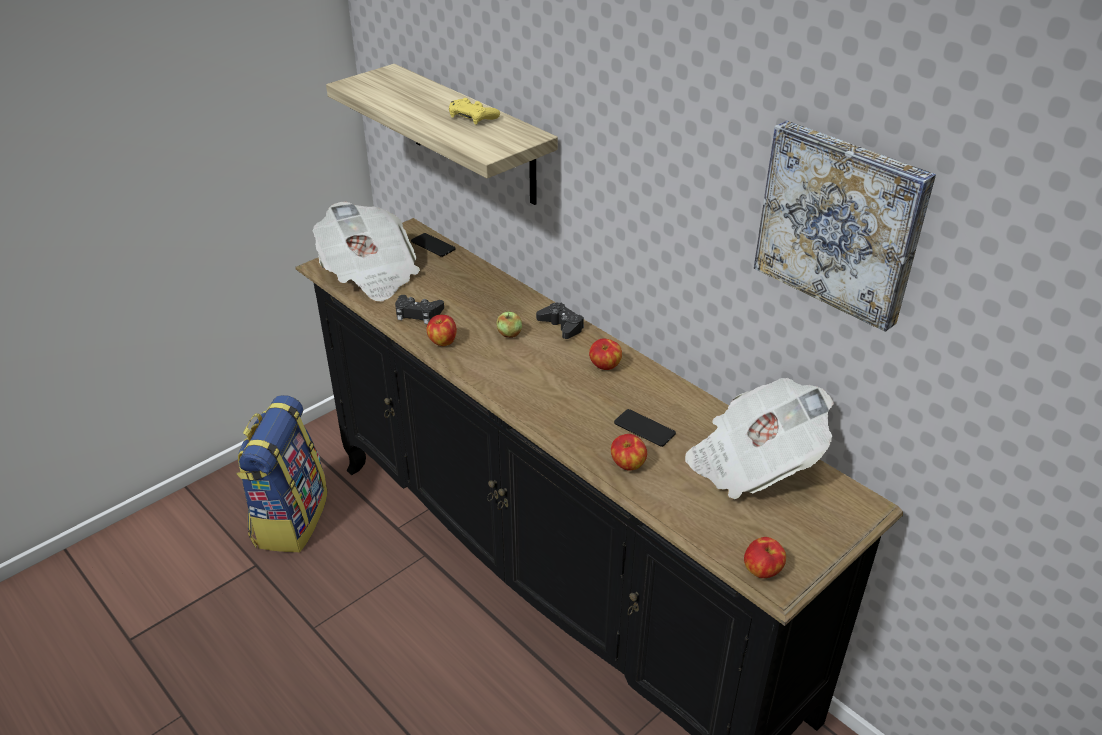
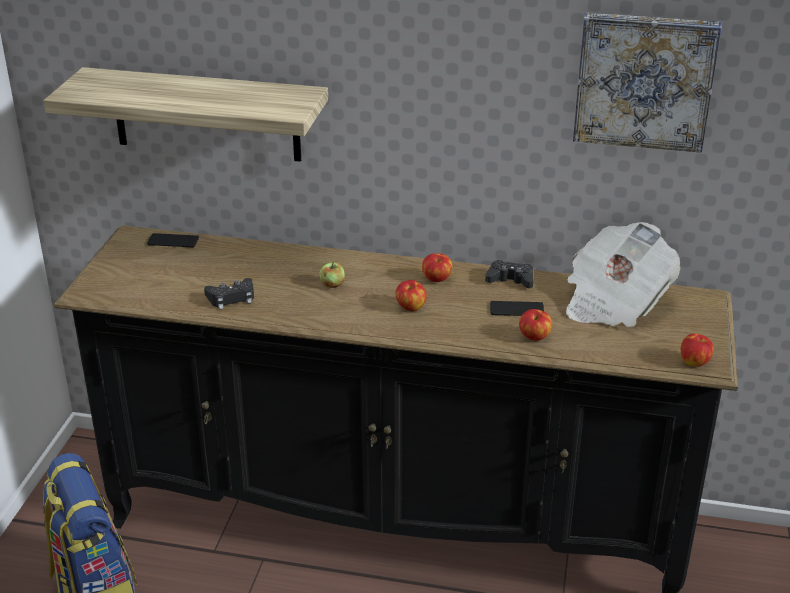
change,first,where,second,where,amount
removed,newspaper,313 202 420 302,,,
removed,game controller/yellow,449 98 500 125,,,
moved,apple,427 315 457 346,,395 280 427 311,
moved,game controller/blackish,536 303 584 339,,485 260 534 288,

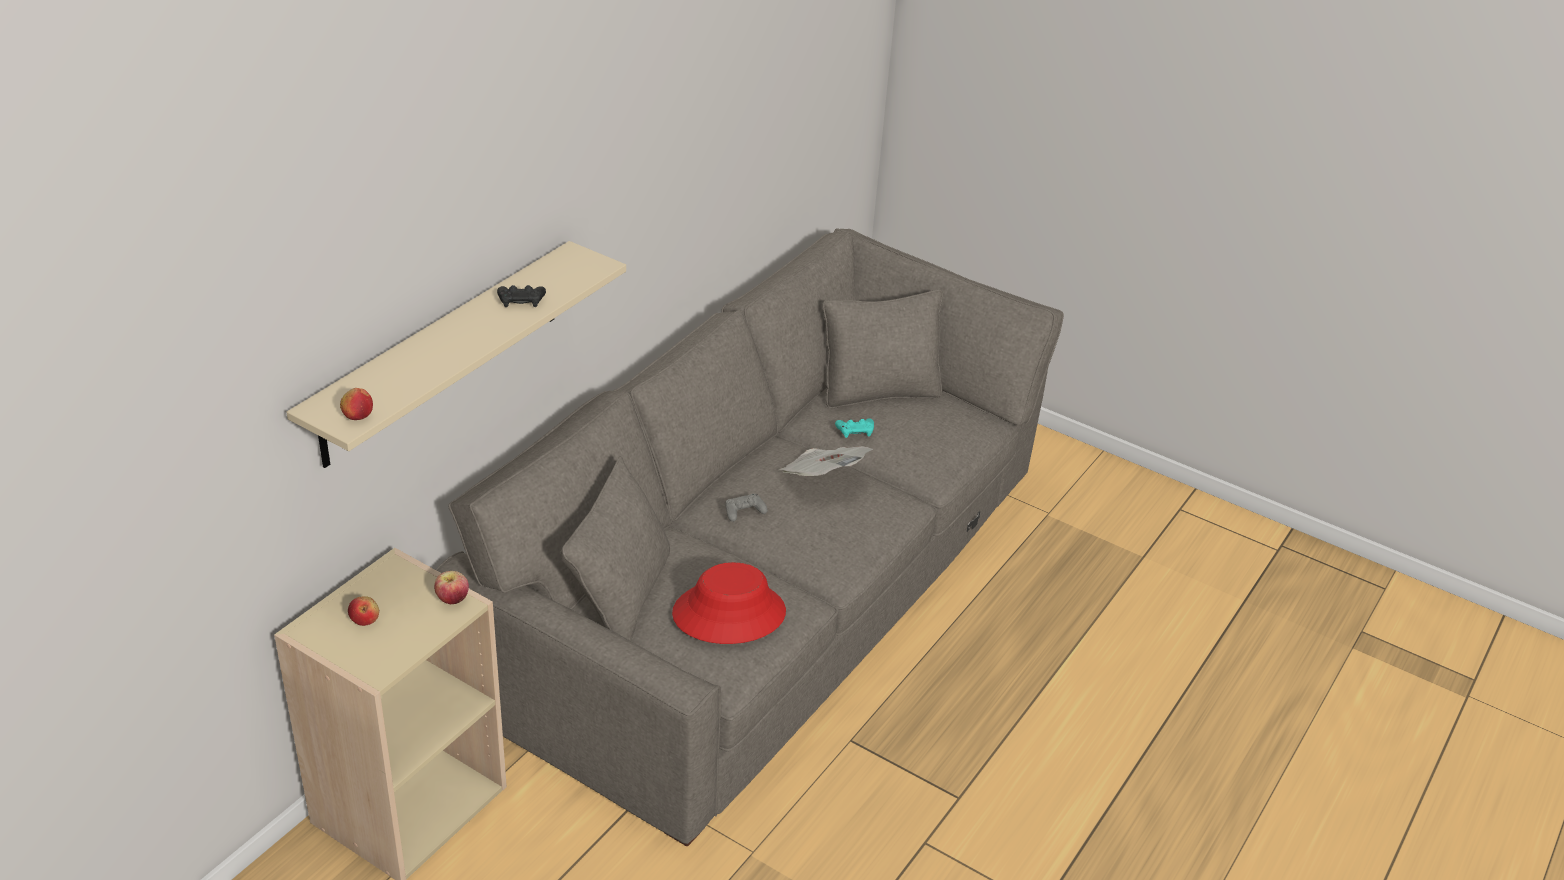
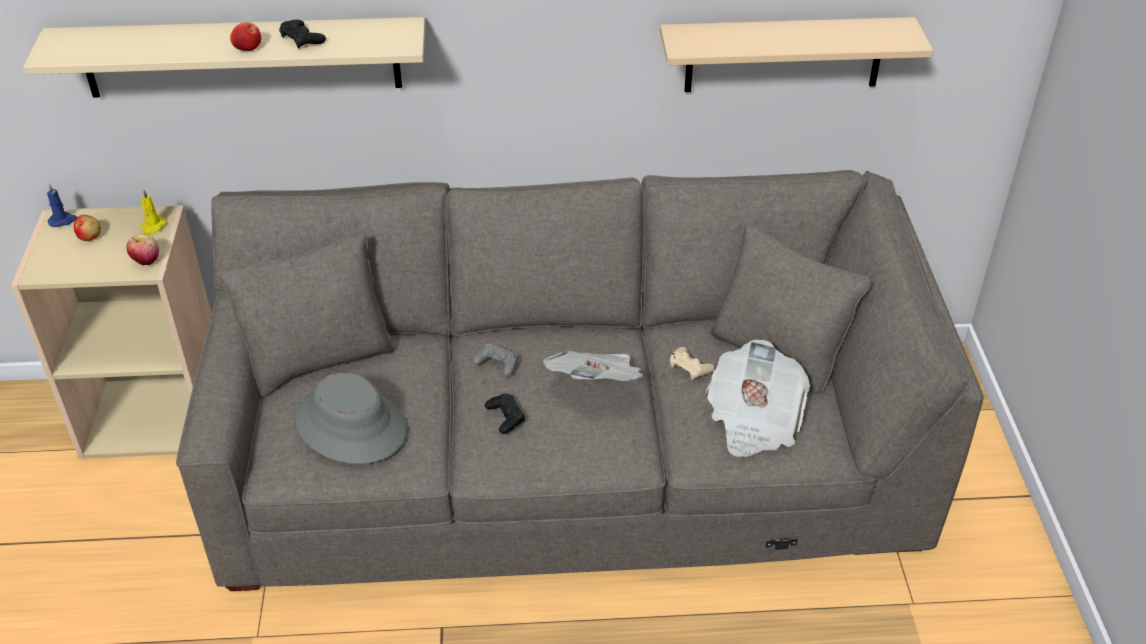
change,first,where,second,where,amount
added,,,wax light/blue-coloured,47 184 77 227,
added,,,wax light/yellow,141 189 167 235,
added,,,game controller/blackish,485 393 525 434,
added,,,bracket shelf/beige,660 17 933 92,
added,,,newspaper,706 340 810 457,
moved,apple,340 388 373 420,,230 22 261 51,
recoloured,wearable hat/reddish,672 562 786 644,wearable hat/greyish,295 373 407 464,
recoloured,game controller/blue-green,835 418 874 438,game controller/beige,670 347 715 380,

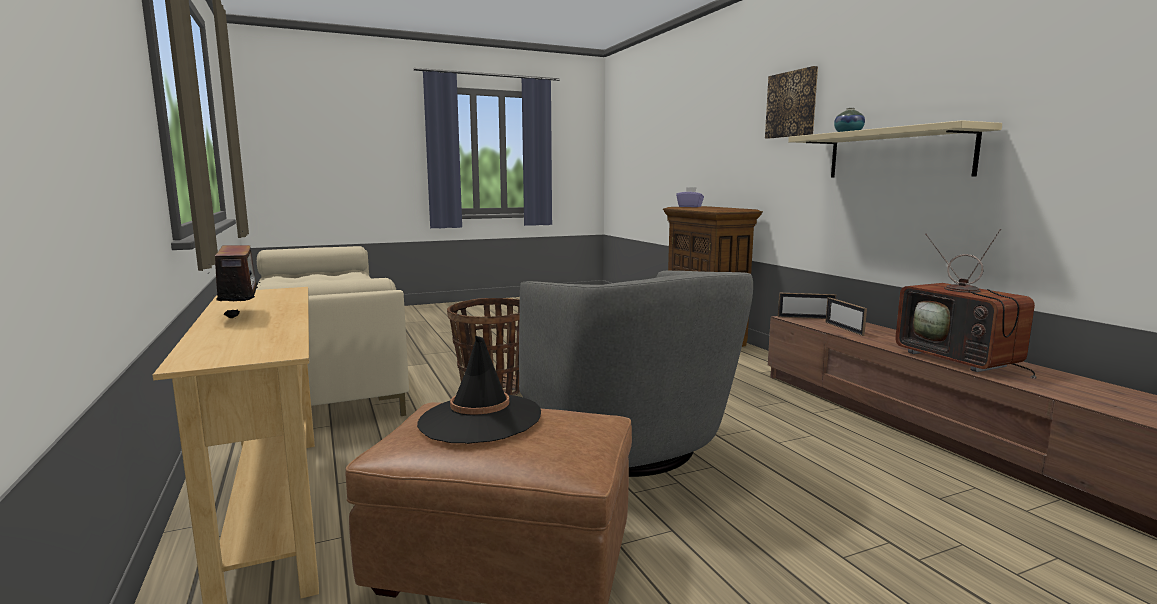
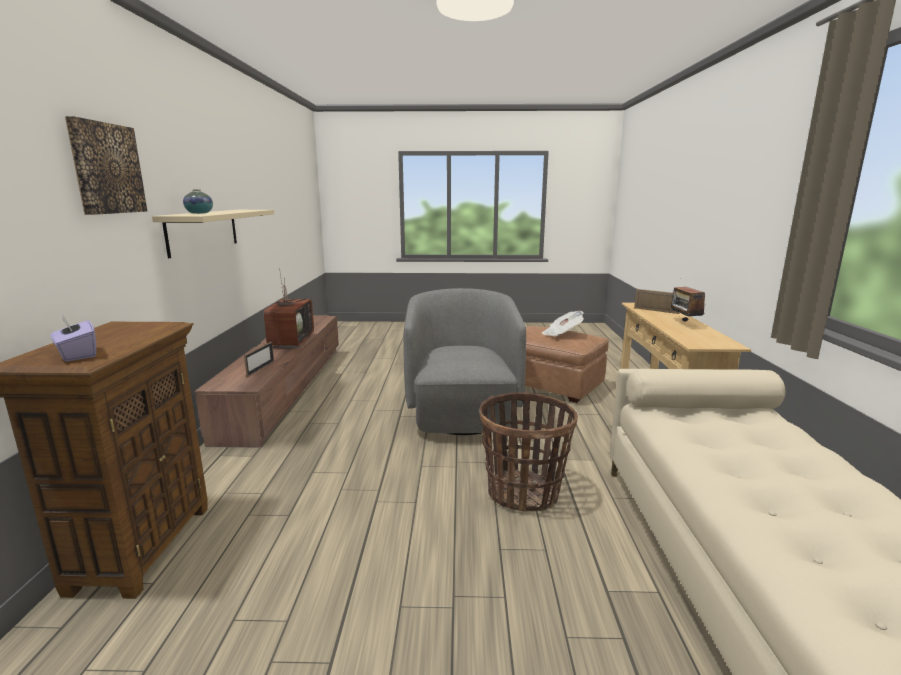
change,first,where,second,where,amount
moved,standing frame,778 293 836 319,,634 289 679 314,
replaced,wearable hat/blackish,417 336 541 444,newspaper,542 311 584 337,

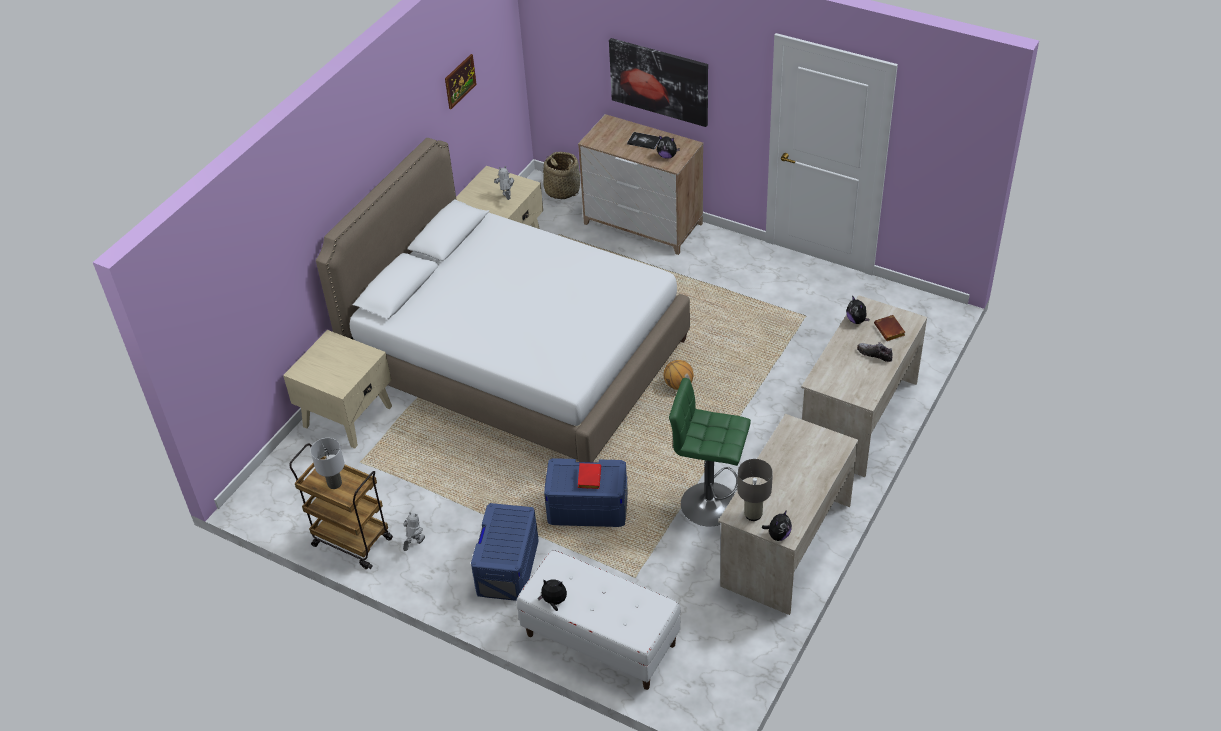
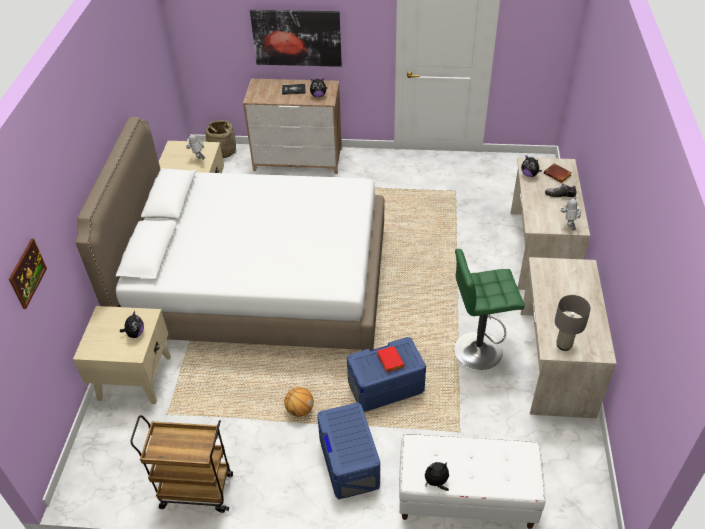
change,first,where,second,where,amount
removed,tabletop lamp/white,310 438 345 489,,,
moved,robot figure,403 512 425 551,,561 197 581 231,
moved,wall art,445 54 477 109,,9 238 47 309,
moved,ball for basketball,664 360 694 390,,284 387 314 417,
moved,cuddly toy,762 510 792 541,,120 311 144 338,

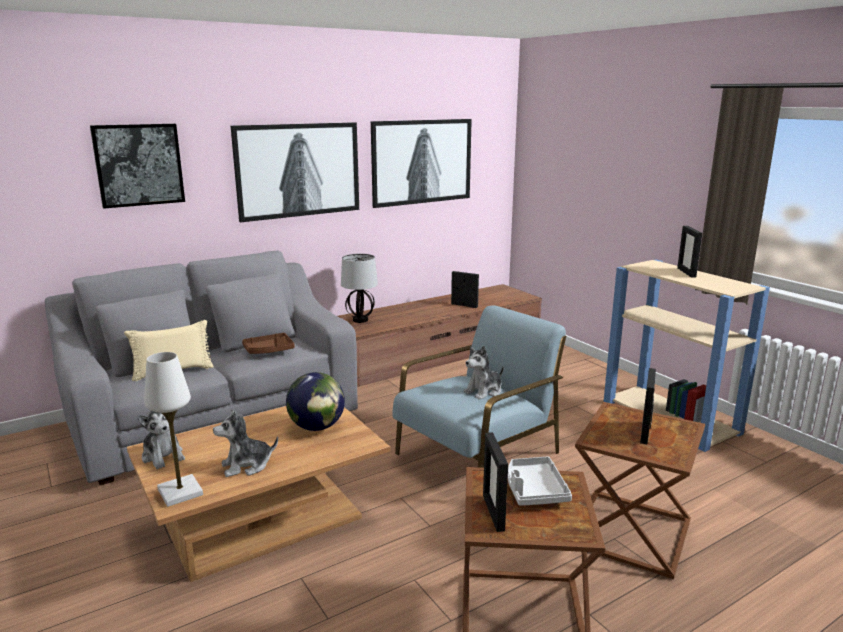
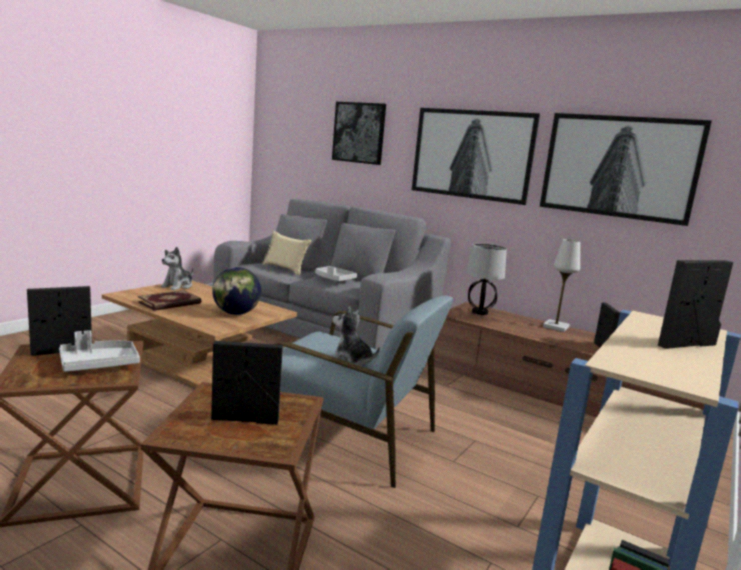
change,first,where,second,where,amount
moved,tabletop lamp/white,144 352 203 507,,543 239 580 332,
replaced,cuddly toy,213 409 278 477,volume,138 290 201 311,
recoloured,carrying tray/brownish,242 333 295 354,carrying tray/greyish,315 266 357 281,

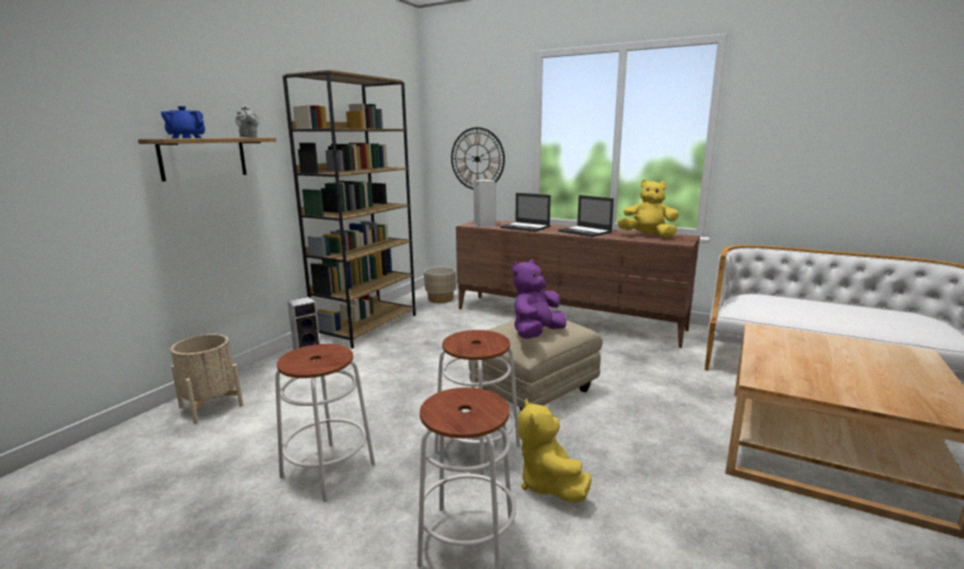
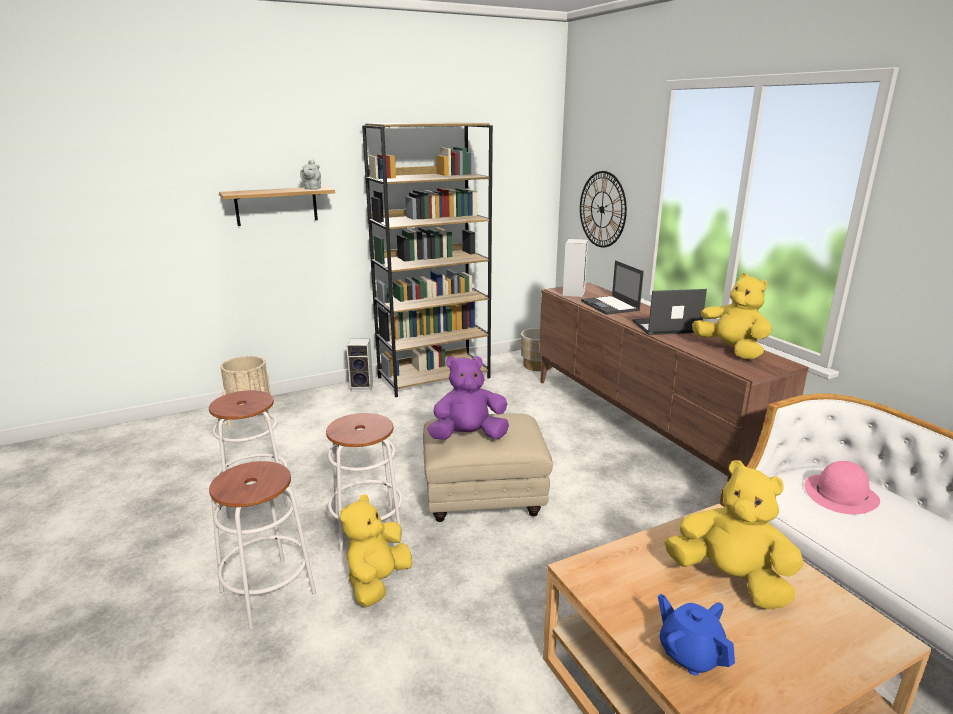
change,first,where,second,where,amount
added,,,cuddly toy/yellow,664 460 804 609,
added,,,wearable hat/pink-coloured,805 461 880 514,
moved,teapot/blue-coloured,161 106 205 138,,658 594 735 676,
turned,portable computer,558 195 614 237,,632 289 707 335,90 degrees clockwise

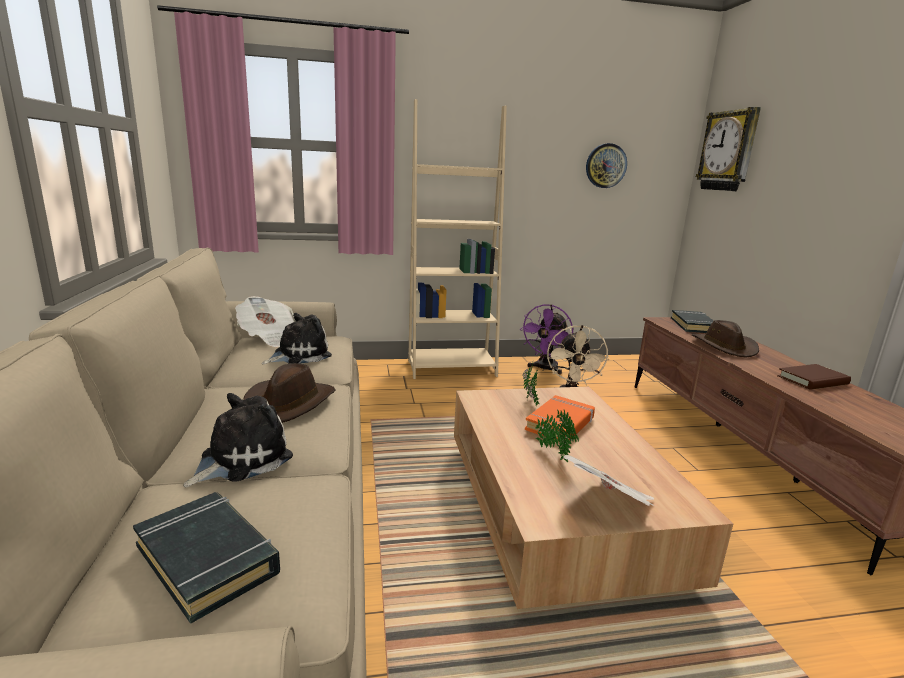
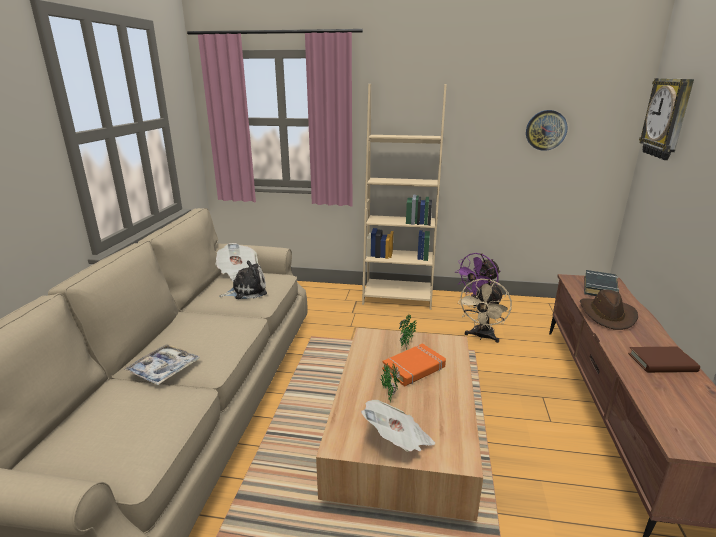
change,first,where,second,where,amount
removed,volume/blackish,133 492 280 624,,,
removed,wearable hat/brownish,243 363 336 423,,,
replaced,cuddly toy,184 393 293 487,carrying tray,123 344 200 385,

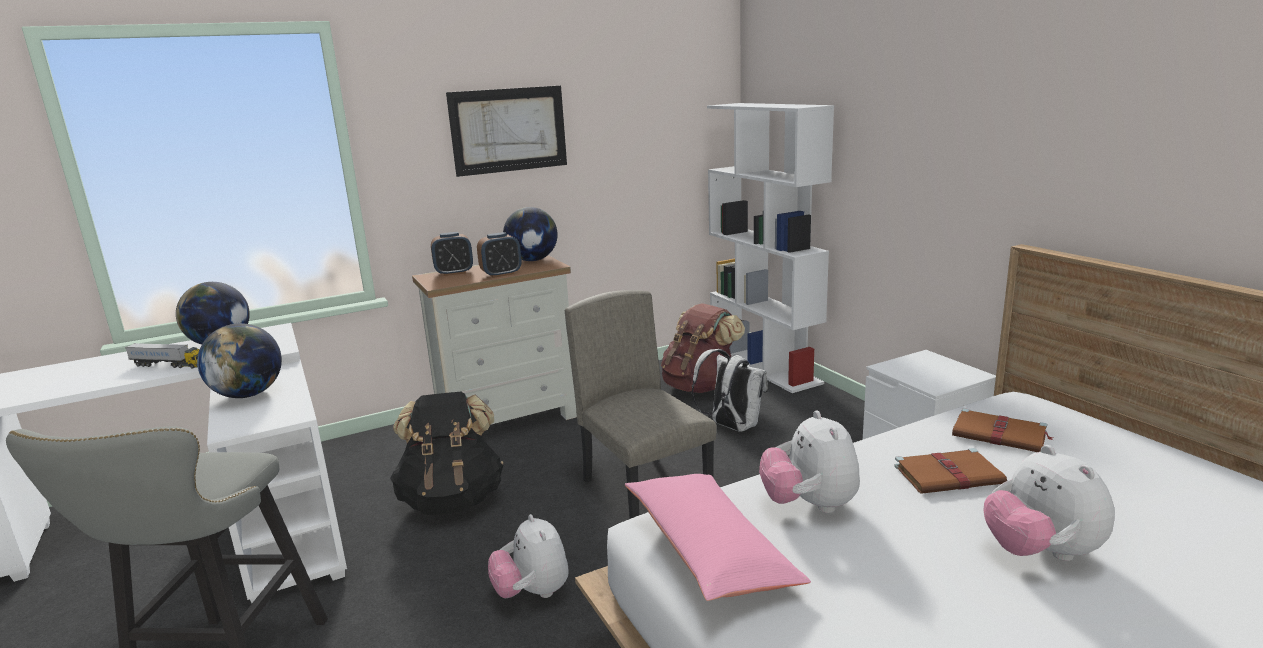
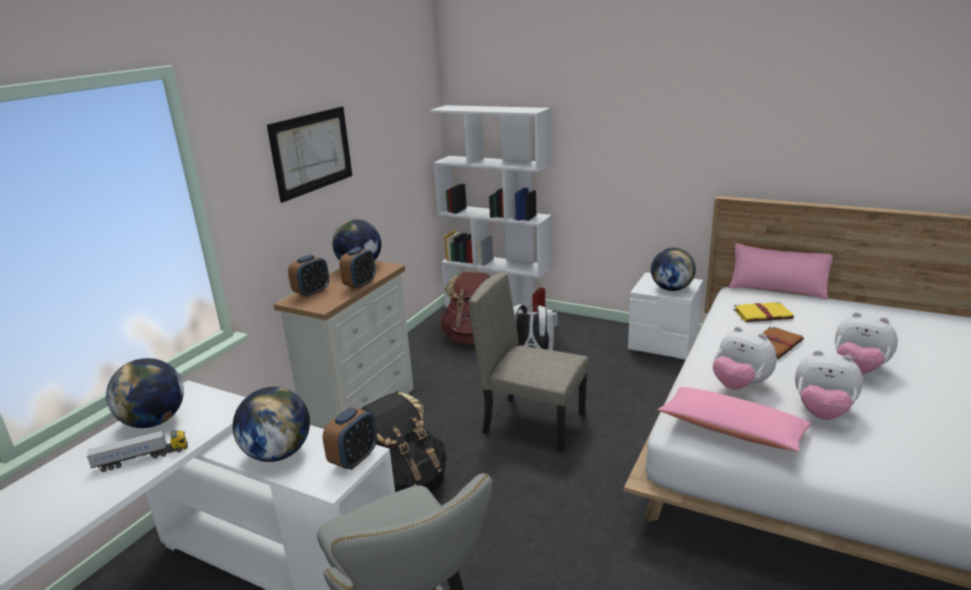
change,first,where,second,where,amount
added,,,bedside clock,323 407 377 470,
added,,,desk globe,651 248 696 291,
added,,,throw pillow/pink-coloured,729 243 833 300,
moved,cuddly toy,488 514 568 598,,795 350 863 420,
recoloured,volume/brownish,952 408 1053 452,volume/yellow,733 301 794 322,

